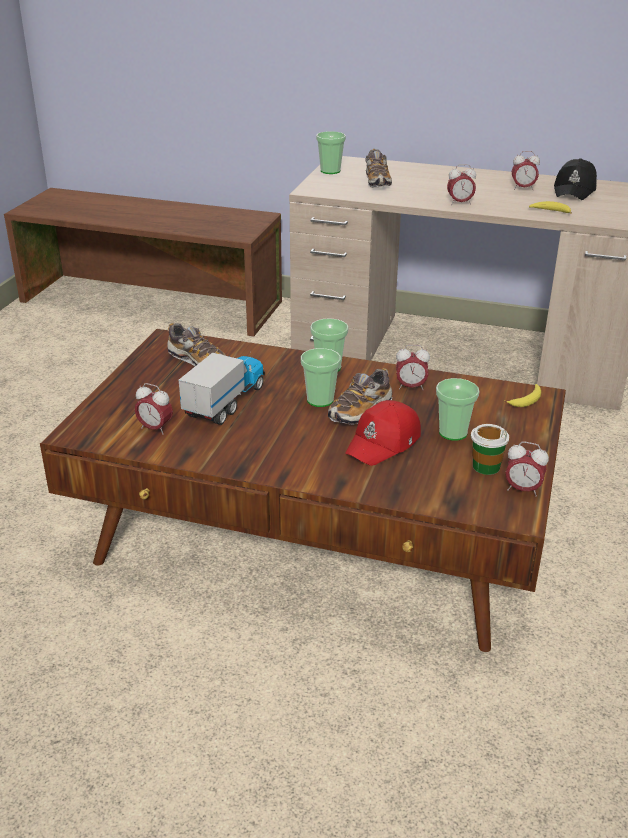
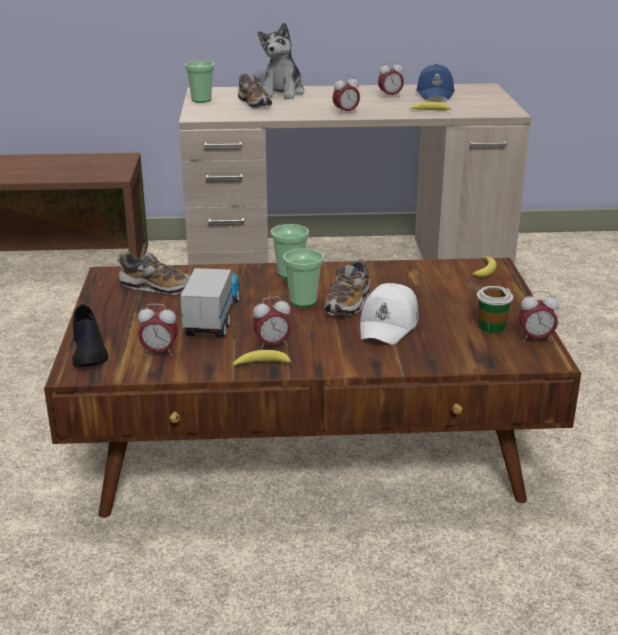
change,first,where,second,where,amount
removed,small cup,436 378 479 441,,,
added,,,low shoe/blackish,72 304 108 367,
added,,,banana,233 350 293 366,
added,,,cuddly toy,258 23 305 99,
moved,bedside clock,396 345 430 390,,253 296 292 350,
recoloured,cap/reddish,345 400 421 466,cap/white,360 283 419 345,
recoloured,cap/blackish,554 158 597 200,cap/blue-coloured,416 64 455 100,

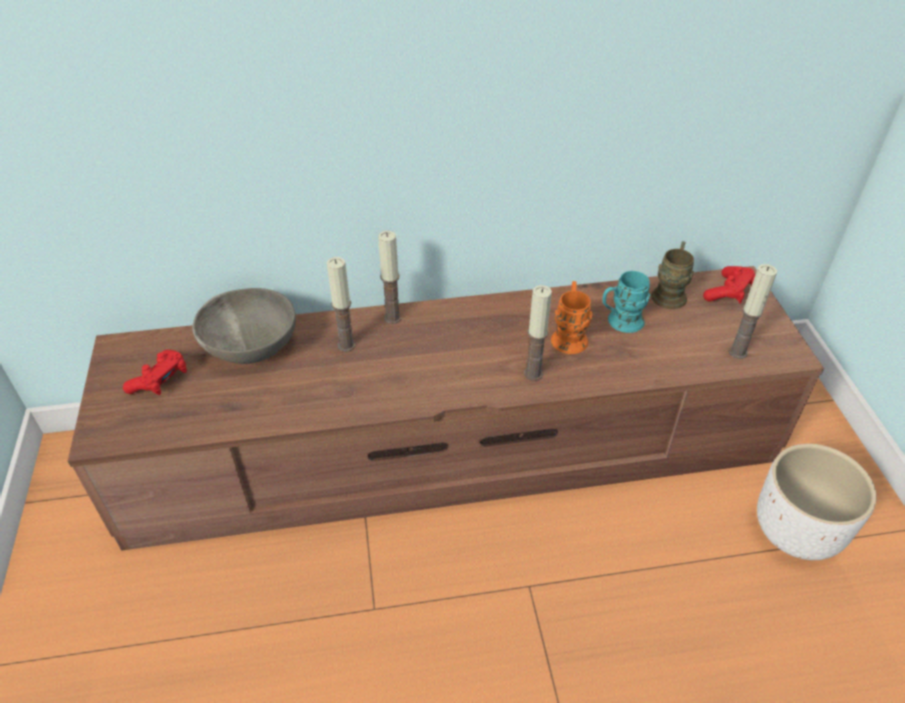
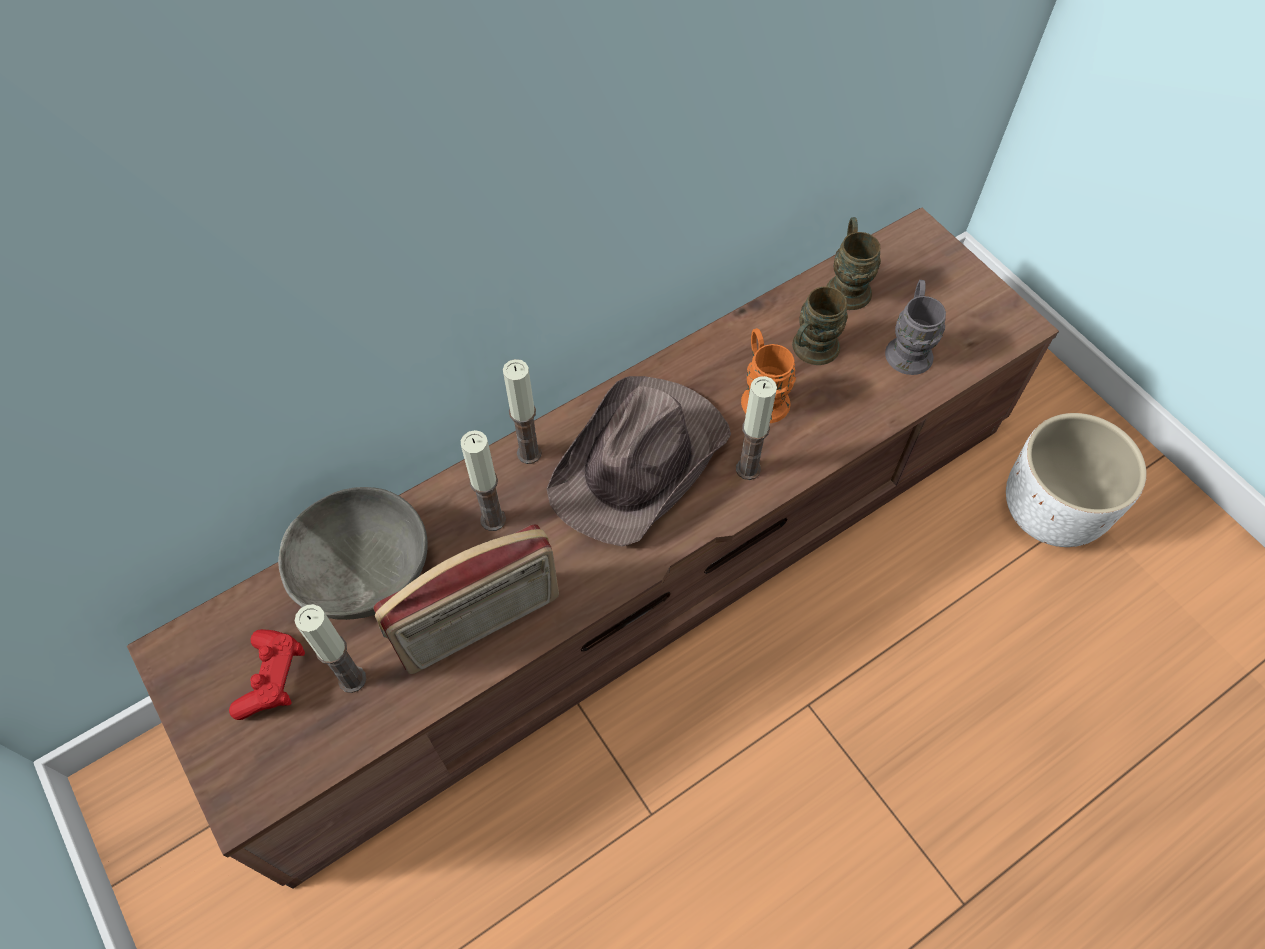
change,first,where,second,where,amount
removed,game controller/reddish,703 266 755 304,,,
added,,,radio,373 524 559 674,
added,,,wearable hat/brownish,546 376 731 547,
added,,,mug/greyish,885 280 946 375,
moved,wax light,728 264 777 359,,295 604 366 693,
recoloured,mug/blue-green,602 271 650 333,mug/brownish,792 286 848 365,

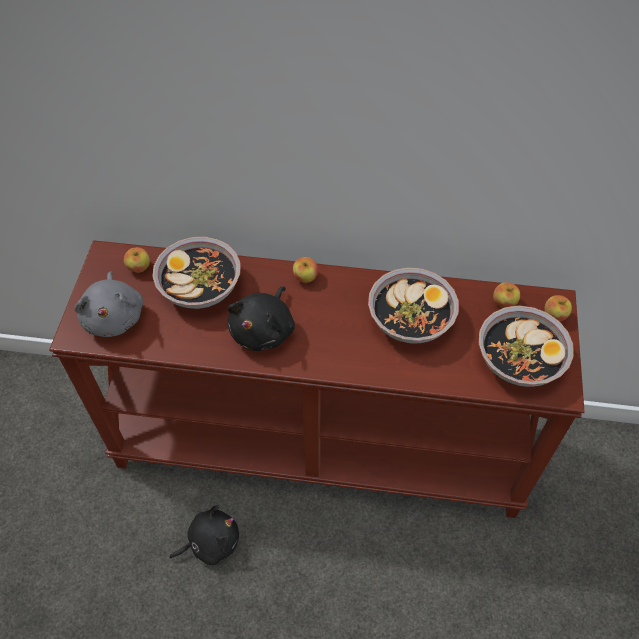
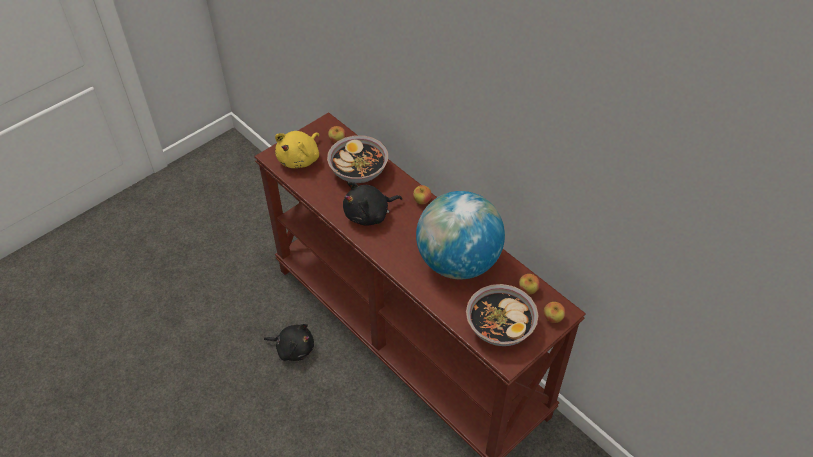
change,first,where,second,where,amount
replaced,deep dish,368 267 459 343,desk globe,416 191 505 279,
recoloured,cuddly toy/greyish,75 271 143 337,cuddly toy/yellow,275 131 319 168,

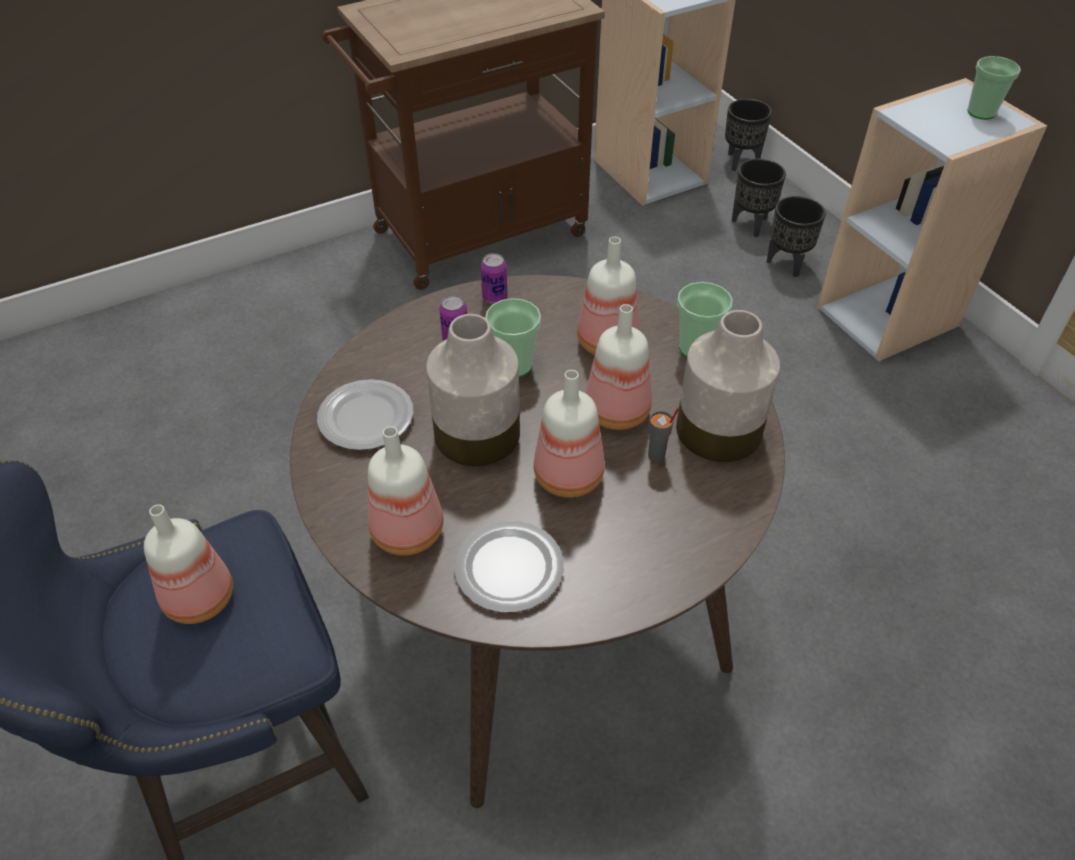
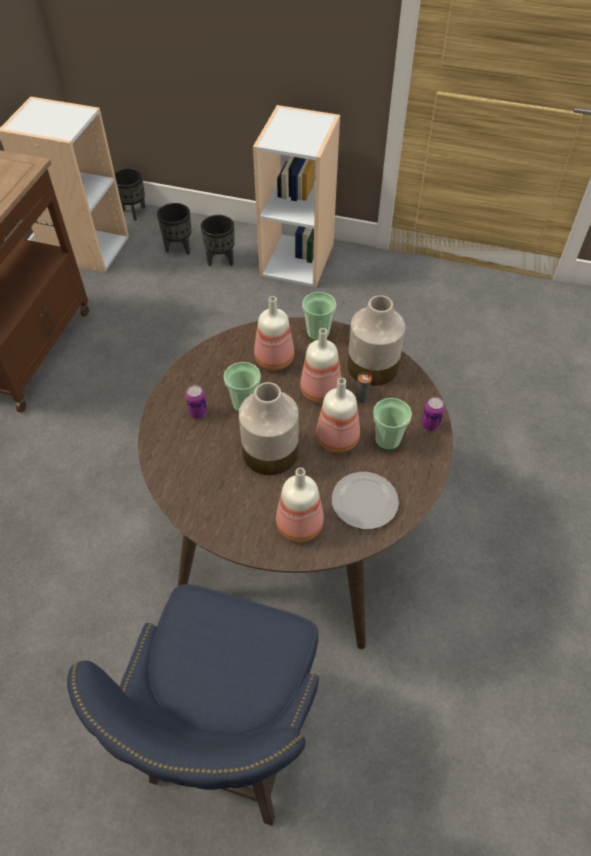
change,first,where,second,where,amount
removed,bottle,144 504 233 624,,,
removed,dinner plate,317 379 414 450,,,
moved,metal can,481 253 507 304,,422 397 445 431,
moved,small cup,967 56 1021 120,,373 398 412 450,

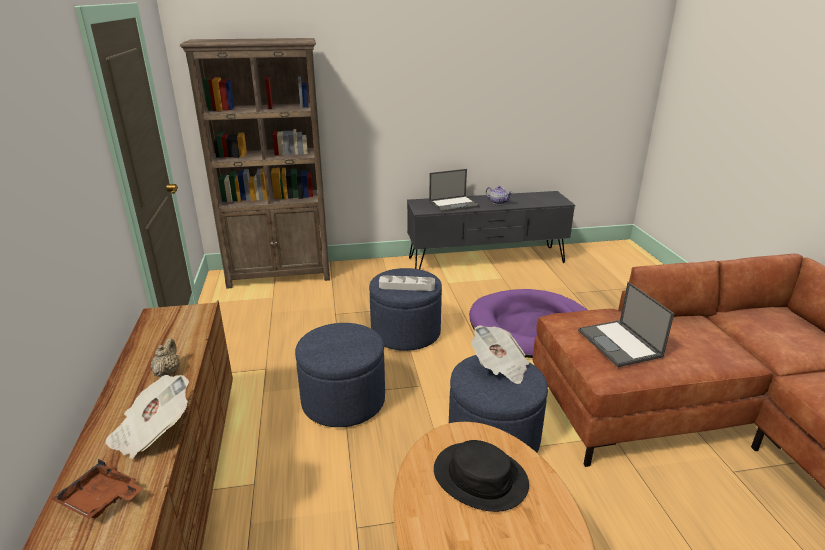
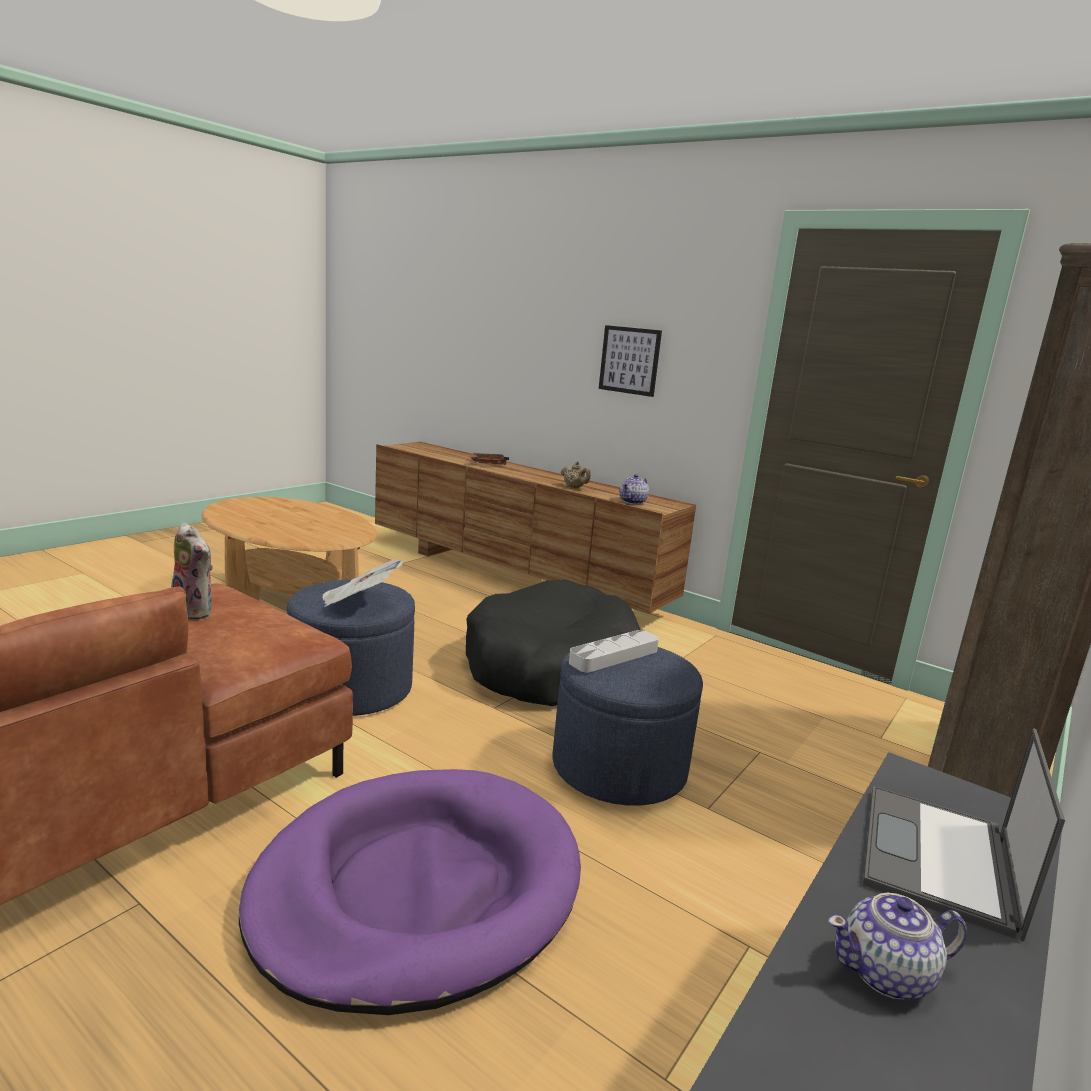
change,first,where,second,where,amount
removed,newspaper,105 375 189 459,,,
removed,wearable hat/blackish,434 440 529 512,,,
added,,,wall art,599 325 662 397,
added,,,teapot,620 474 649 505,
replaced,footrest/blue-coloured,295 323 385 427,dog cushion/blackish,466 580 640 706,
replaced,portable computer,578 282 674 367,cuddly toy,171 523 213 620,

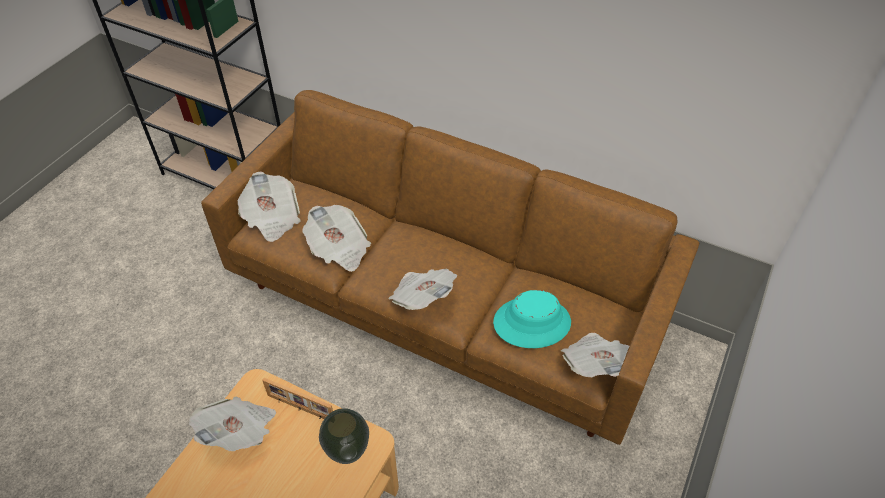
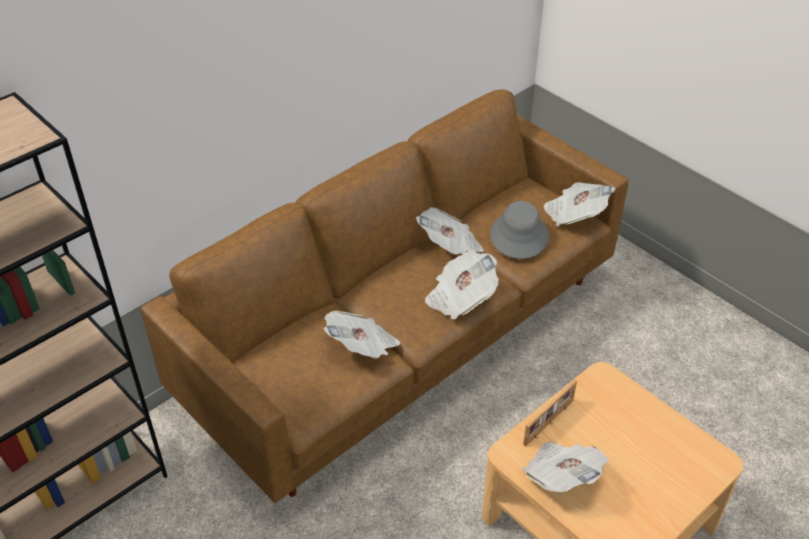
change,first,where,second,where,amount
removed,vase,319 408 369 464,,,
moved,newspaper,238 172 300 242,,416 207 484 255,
recoloured,wearable hat/blue-green,493 290 571 348,wearable hat/greyish,490 201 549 259,

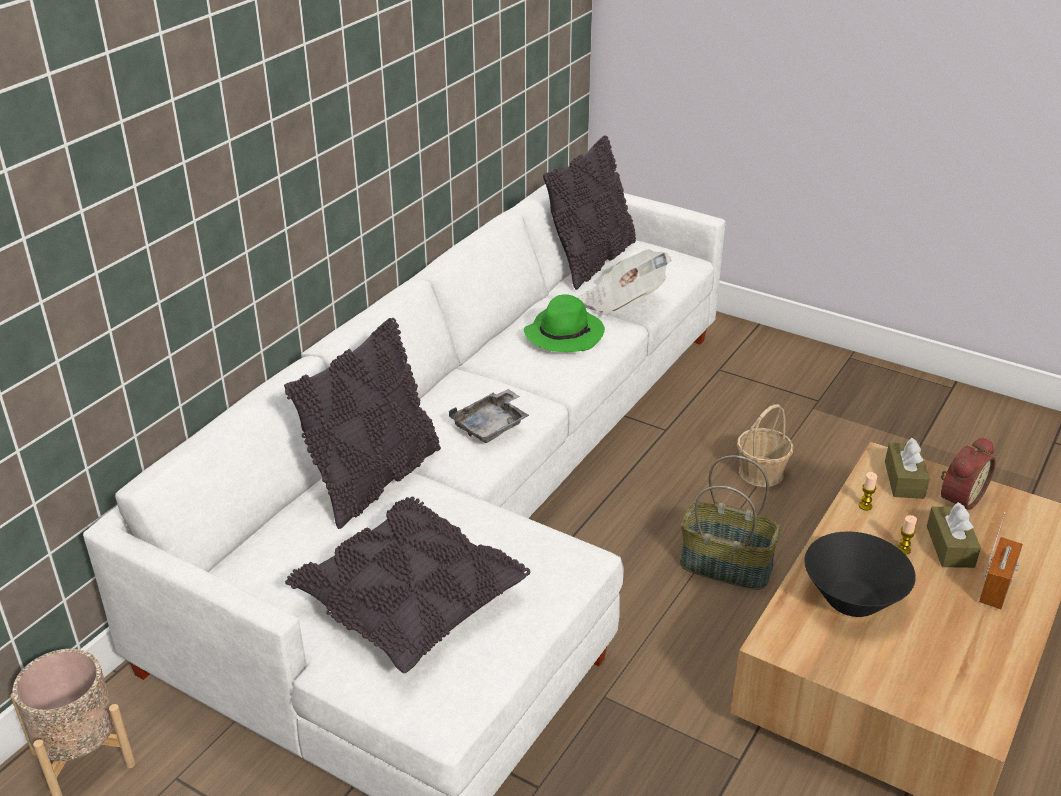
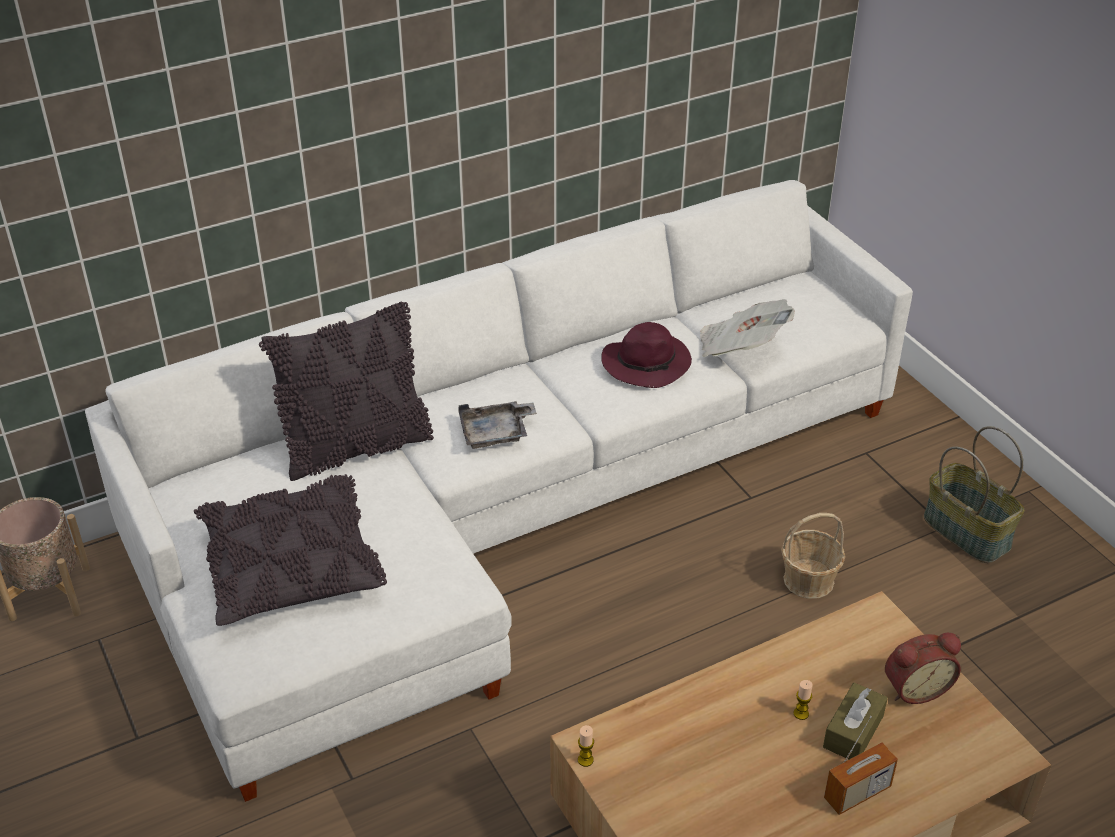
change,first,where,second,where,amount
removed,throw pillow/blackish,543 136 636 290,,,
removed,deep dish/blackish,804 532 916 617,,,
removed,tissue holder/brownish,885 438 930 499,,,
moved,storage basket,680 455 781 590,,924 426 1025 563,
moved,wax light,859 472 877 510,,578 725 594 767,
recoloured,wearable hat/greenish,524 294 605 352,wearable hat/purple,601 322 692 388,

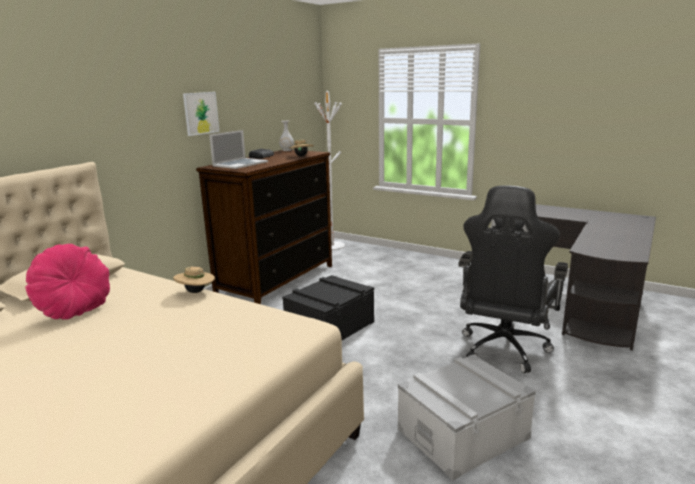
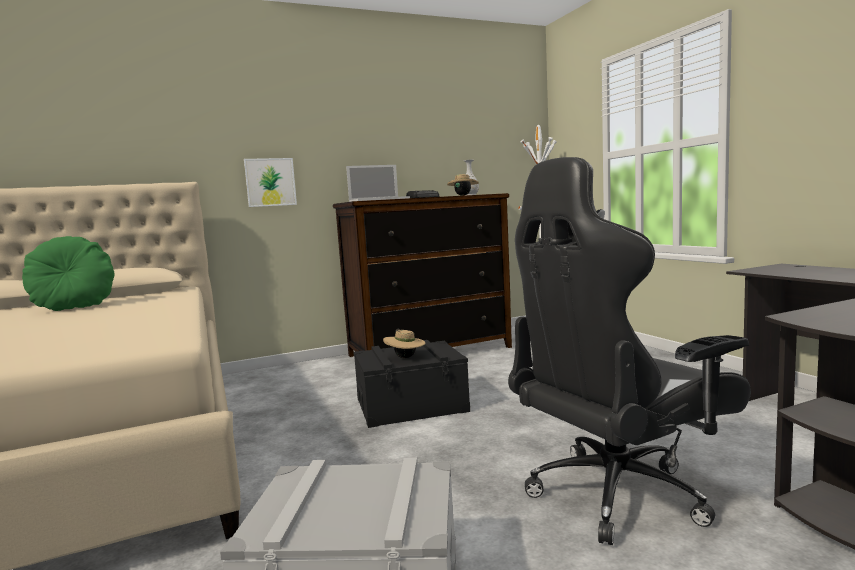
change,first,where,second,where,amount
moved,wearable hat/beige,173 266 215 293,,383 330 425 358,
moved,wall art,183 92 219 136,,244 158 297 207,
recoloured,throw pillow/pink-coloured,25 244 110 320,throw pillow/greenish,22 236 114 311,

